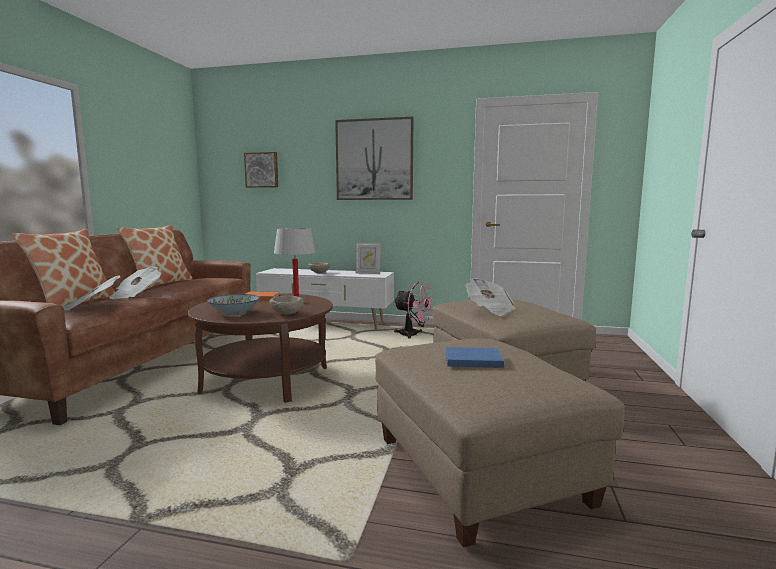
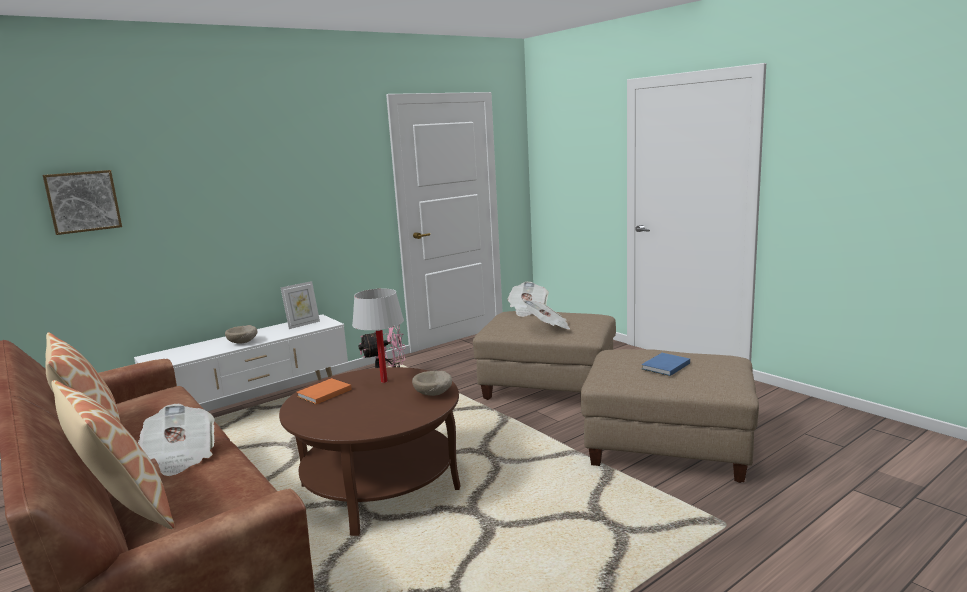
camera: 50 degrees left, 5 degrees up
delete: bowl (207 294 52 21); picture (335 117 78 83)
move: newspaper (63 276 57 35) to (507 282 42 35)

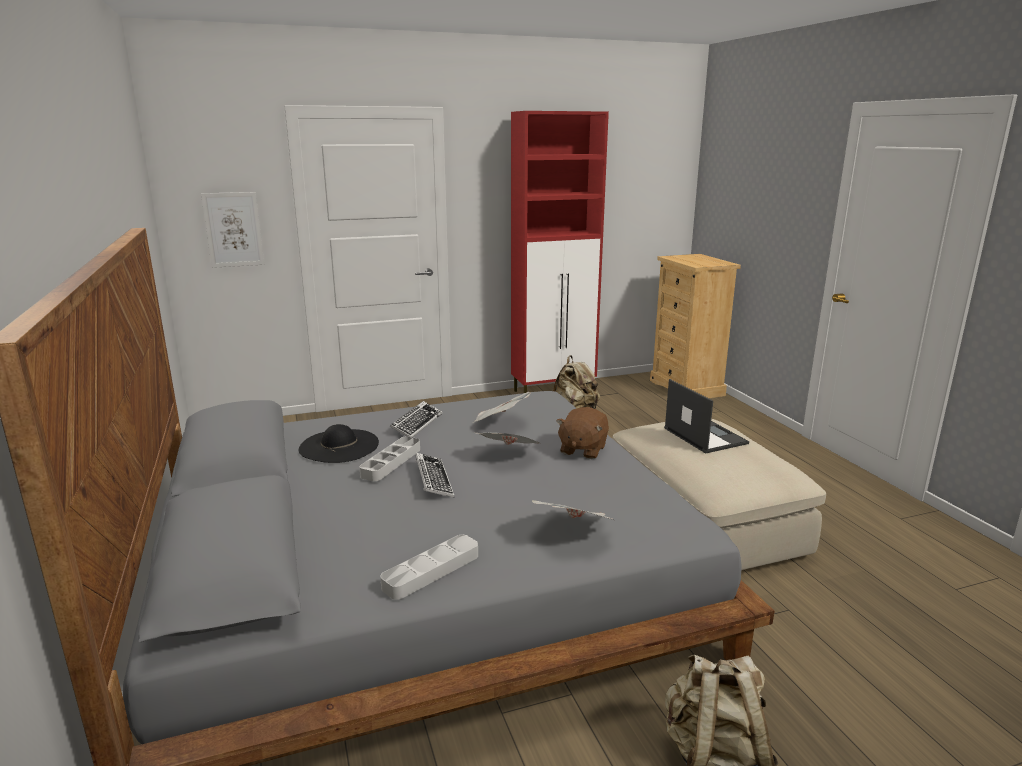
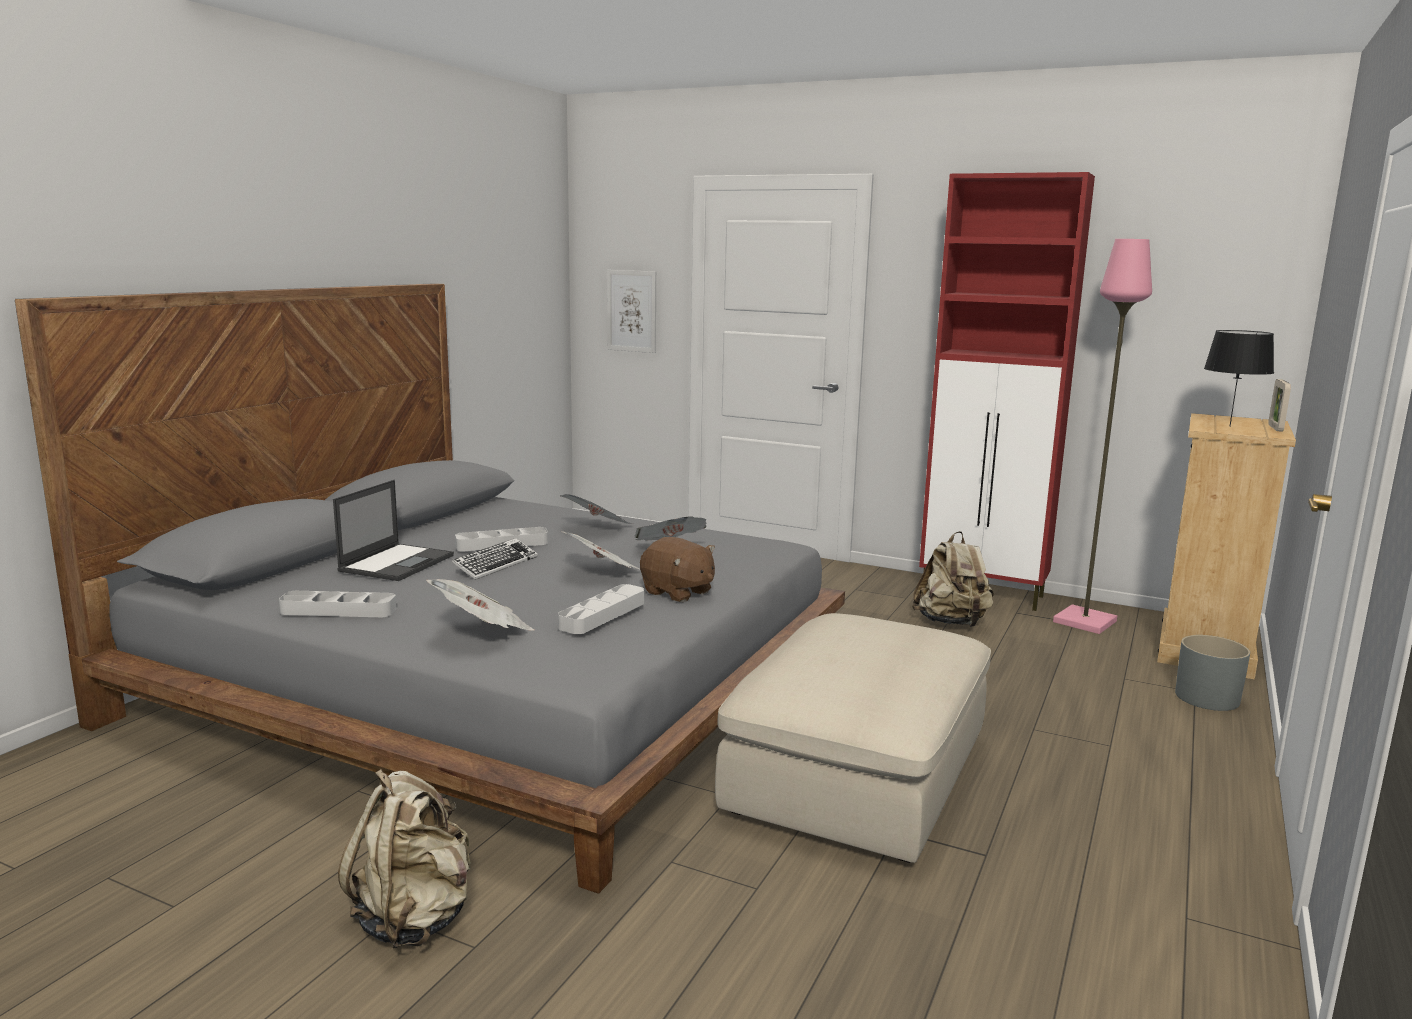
camera: 45 degrees right, 5 degrees down
delete: black hat (299 424 80 39)
insert: grey tray (558 584 87 50); pink floor lamp (1053 239 99 395); grey planter (1175 635 75 76); black table lamp (1204 330 70 97); picture frame (1268 379 23 53)
move: laptop (664 379 85 75) to (333 480 121 101)
replace: keyboard (390 401 52 36) to newspaper (560 494 73 30)
rotate: brown plush toy (556 407 53 52) = (640 537 75 65) 120 degrees counterclockwise

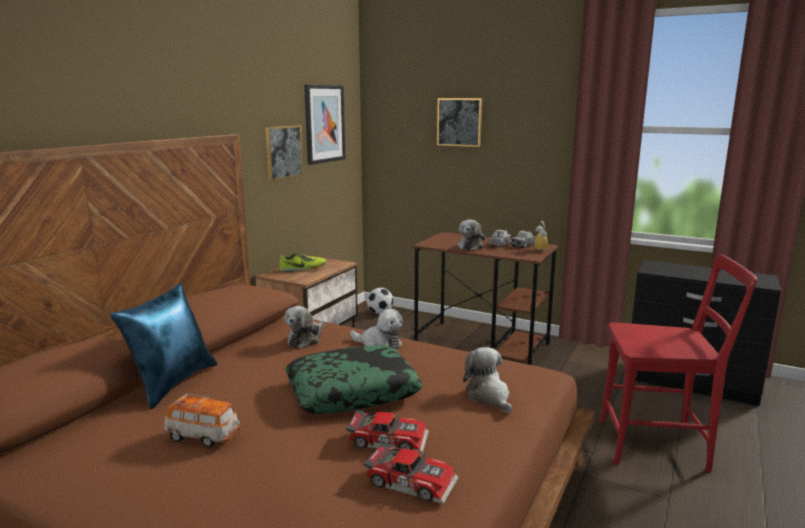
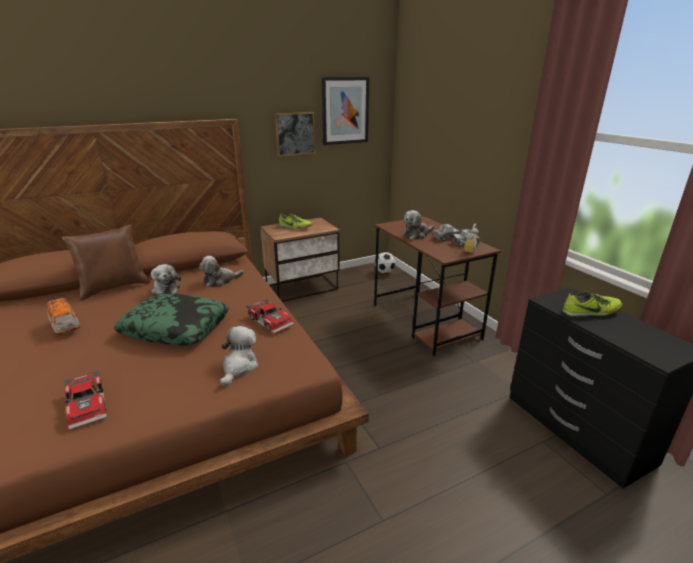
camera: 35 degrees right, 10 degrees up
delete: picture (437 98 45 49); red chair (599 255 158 217)
insert: shoe (562 291 60 26)
move: plush toy (350 309 53 41) to (151 264 30 30); toy car (346 409 83 45) to (246 299 48 34)
recolor: blue pillow (110 283 107 126) to brown pillow (62 224 88 76)

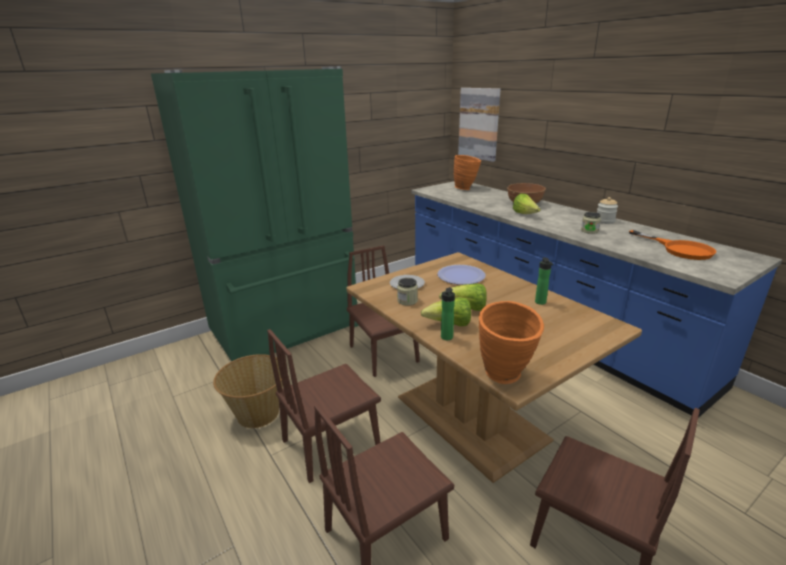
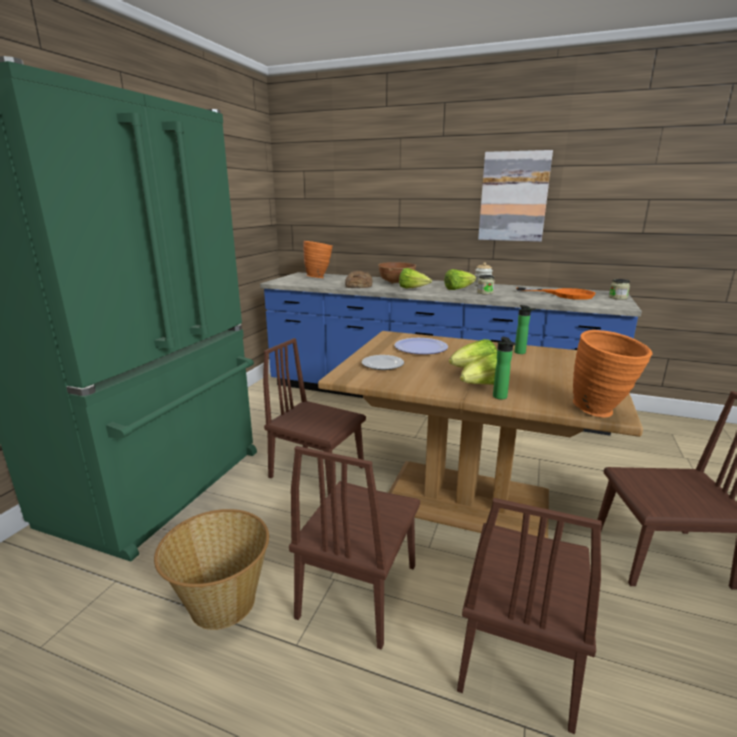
camera: 35 degrees left, 5 degrees down
insert: bread (345 271 28 17); lettuce (444 269 32 21)
move: picture (458 88 43 74) to (478 150 75 92); jar (397 278 21 28) to (609 279 21 21)

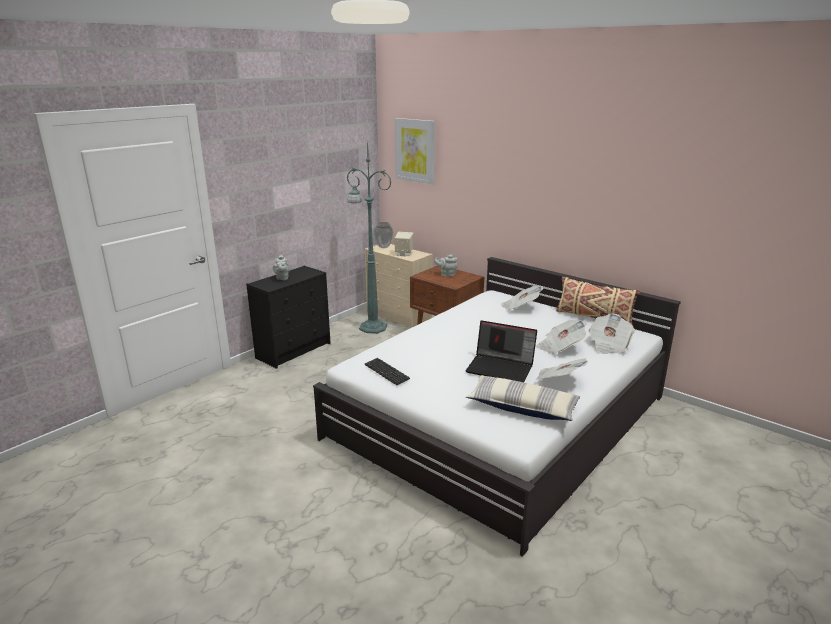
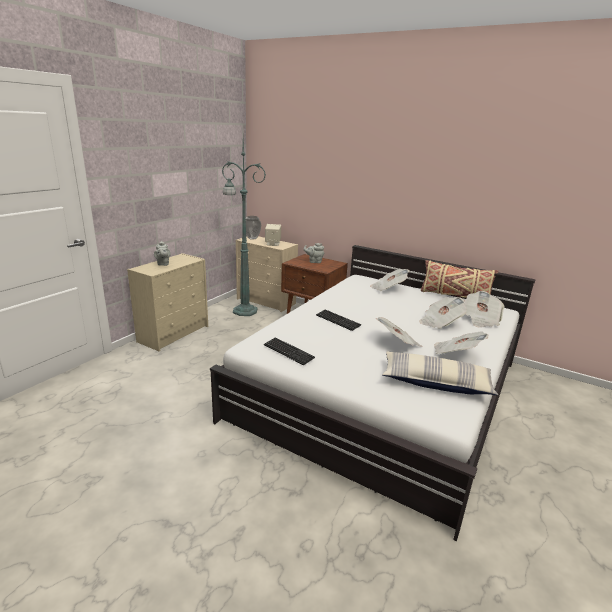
camera: 10 degrees left, 0 degrees up
delete: picture (395 118 40 66)
insert: keyboard (316 310 45 21)
replace: laptop (466 320 71 62) to newspaper (376 317 47 30)
recolor: black dresser (246 266 85 103) to beige dresser (127 253 81 98)

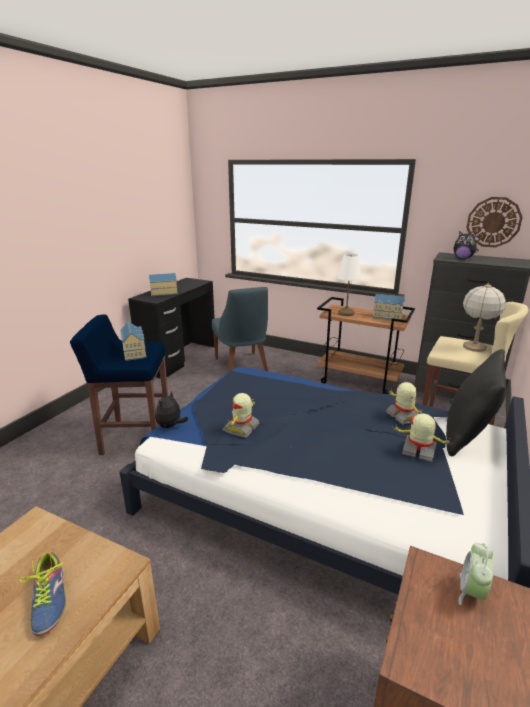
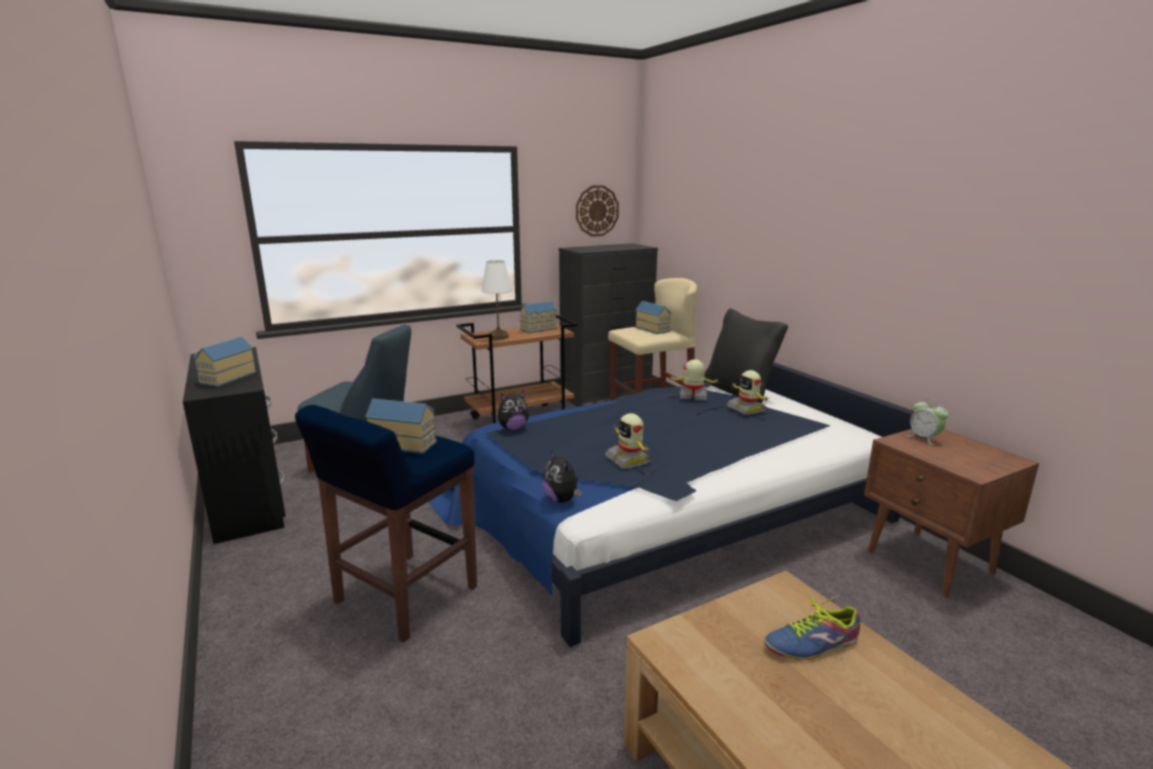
camera: 55 degrees left, 5 degrees down
move: plush toy (454 231 25 28) to (498 391 31 40)
replace: table lamp (463 283 43 69) to toy house (635 301 37 33)
rotate: toy robot (392 413 58 49) = (727 370 42 45) 90 degrees counterclockwise; shoe (19 552 47 84) = (764 595 96 65) 150 degrees clockwise

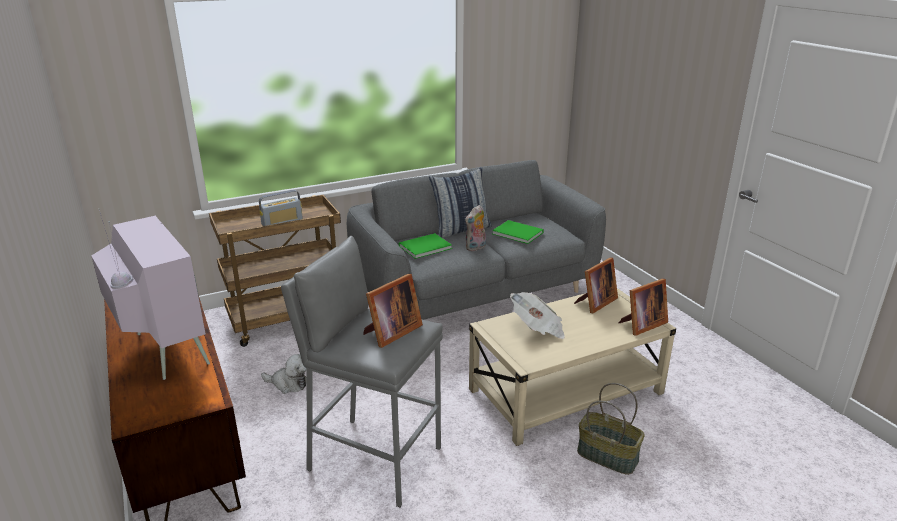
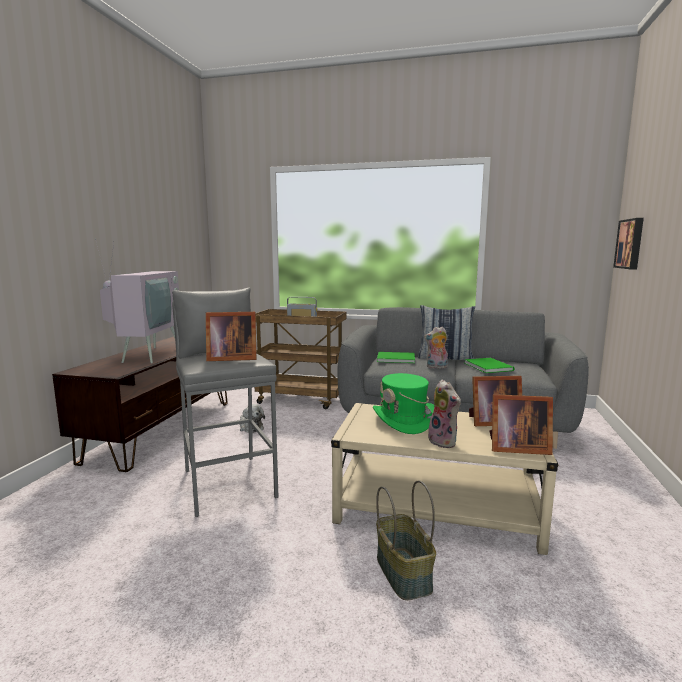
camera: 40 degrees right, 15 degrees down
insert: plush toy (428 379 33 69); picture (613 218 31 51)
replace: newspaper (510 292 55 47) to green hat (373 373 61 61)

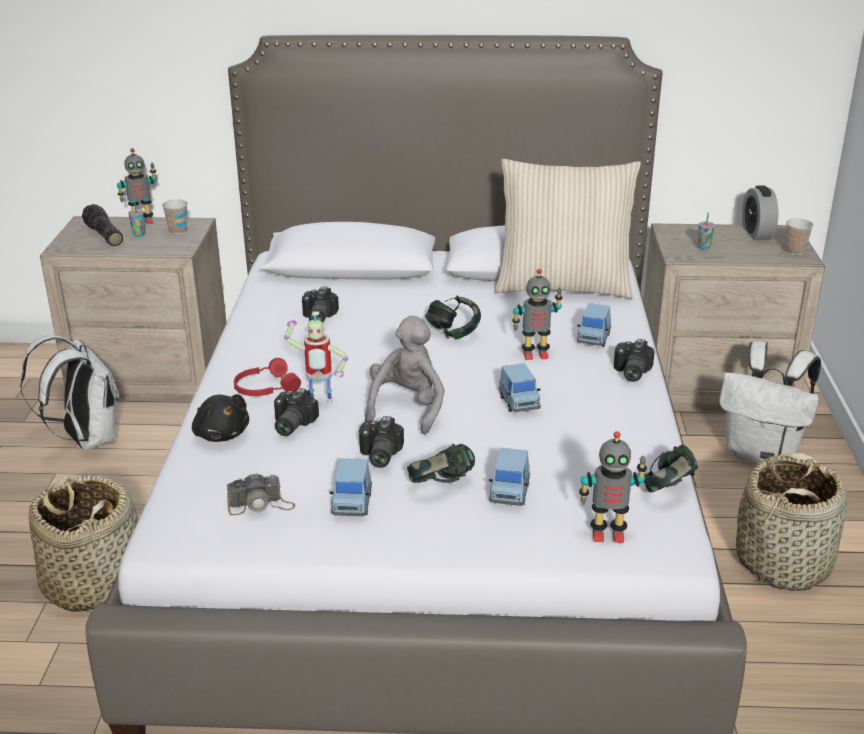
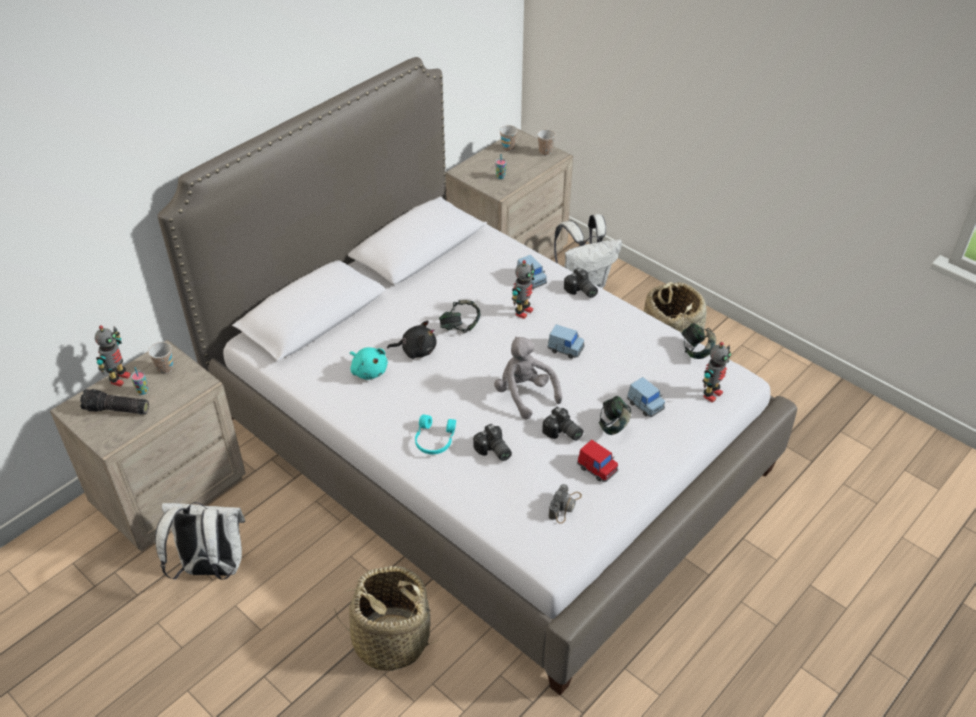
camera: 50 degrees left, 15 degrees up
delete: toy robot (284 311 64 92); beige pillow (495 159 146 140)
move: black plush toy (192 394 57 48) to (387 321 49 38)
replace: photo camera (302 286 37 37) to turquoise plush toy (350 347 38 33); alarm clock (742 185 36 55) to cup (500 125 18 26)
recolor: red headphones (234 358 67 38) to turquoise headphones (415 414 41 40); blue toy car (330 459 42 57) to red toy car (577 440 41 42)

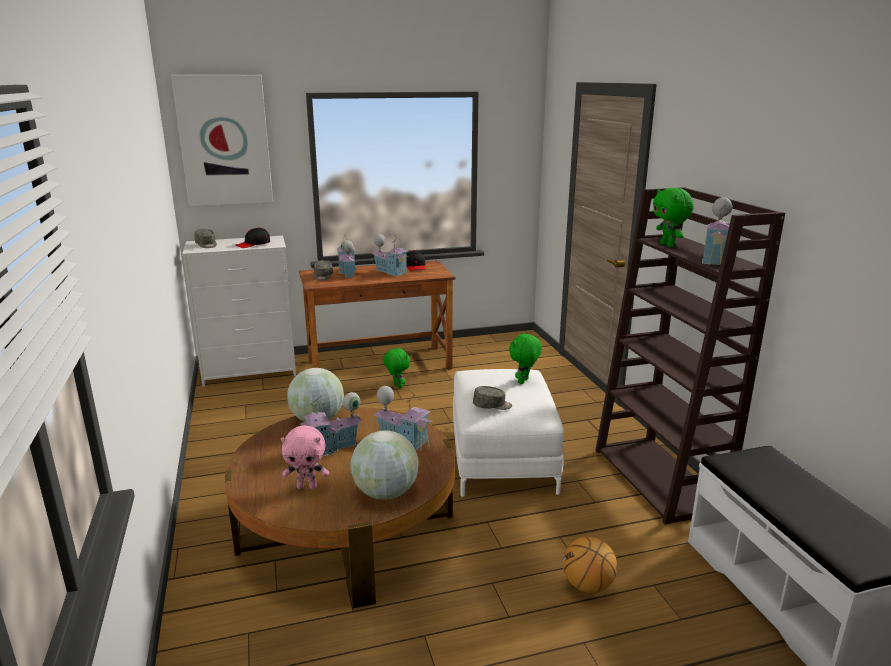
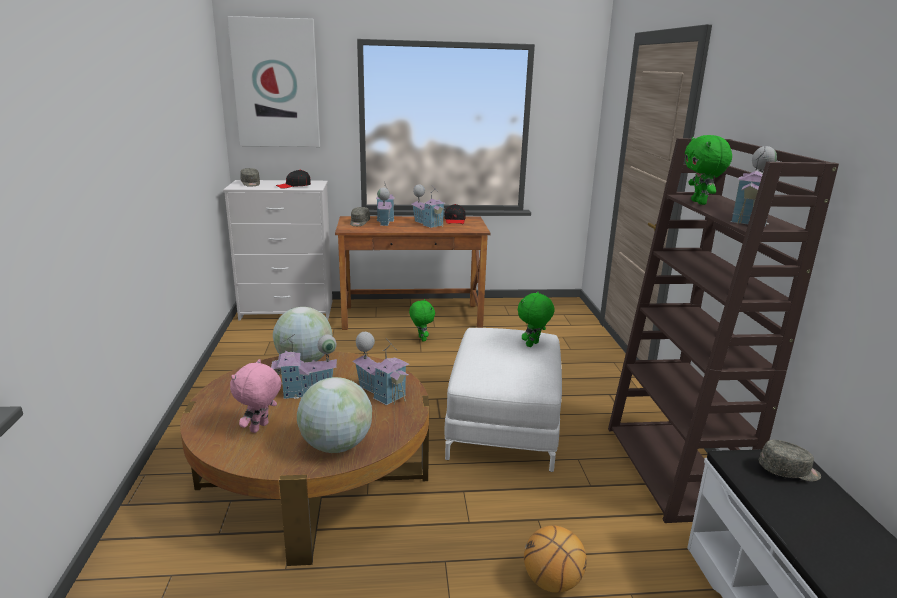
camera: 10 degrees right, 0 degrees up
move: grey cap (473 386 39 24) to (759 440 62 41)
rotate: pink plush toy (281 425 48 64) = (230 359 52 74) 105 degrees clockwise

